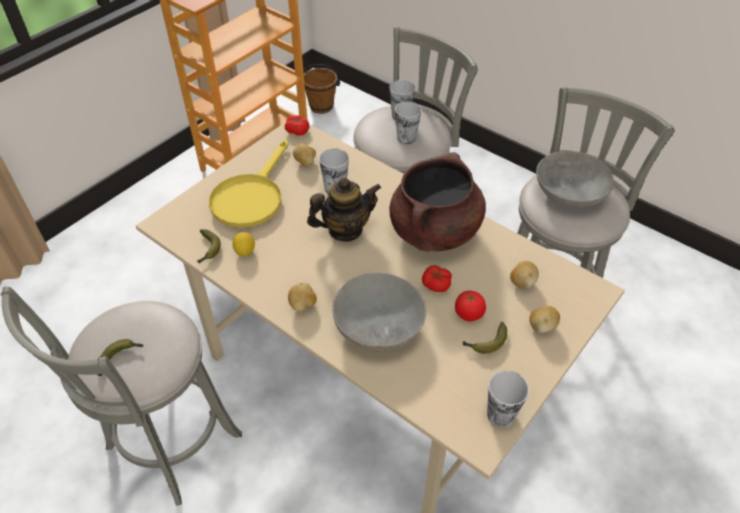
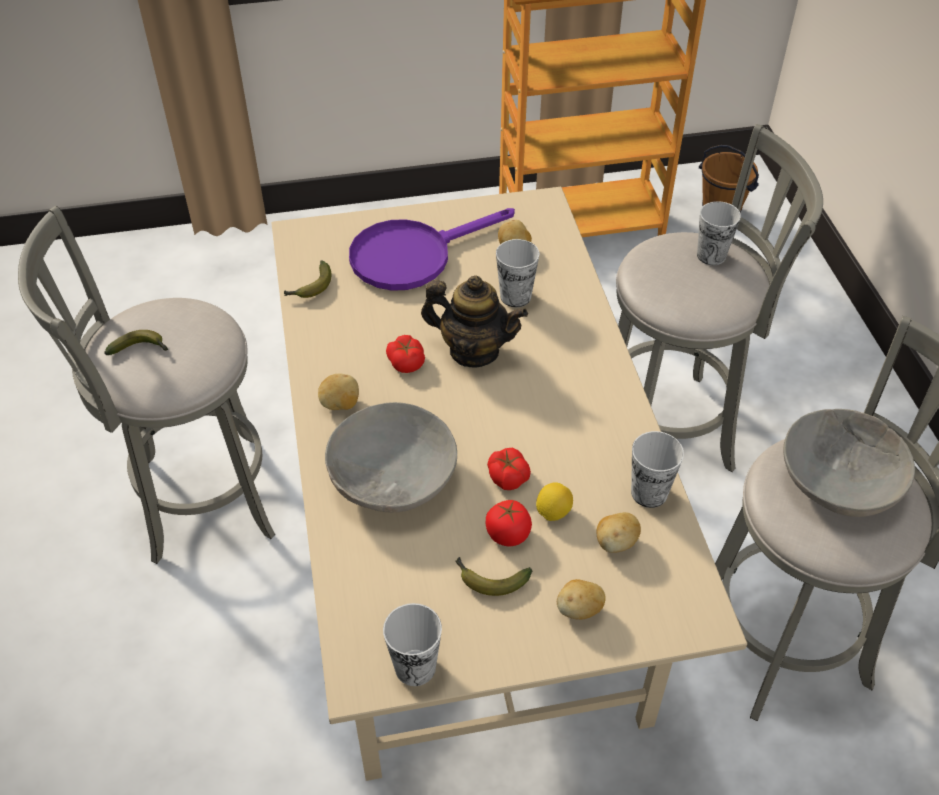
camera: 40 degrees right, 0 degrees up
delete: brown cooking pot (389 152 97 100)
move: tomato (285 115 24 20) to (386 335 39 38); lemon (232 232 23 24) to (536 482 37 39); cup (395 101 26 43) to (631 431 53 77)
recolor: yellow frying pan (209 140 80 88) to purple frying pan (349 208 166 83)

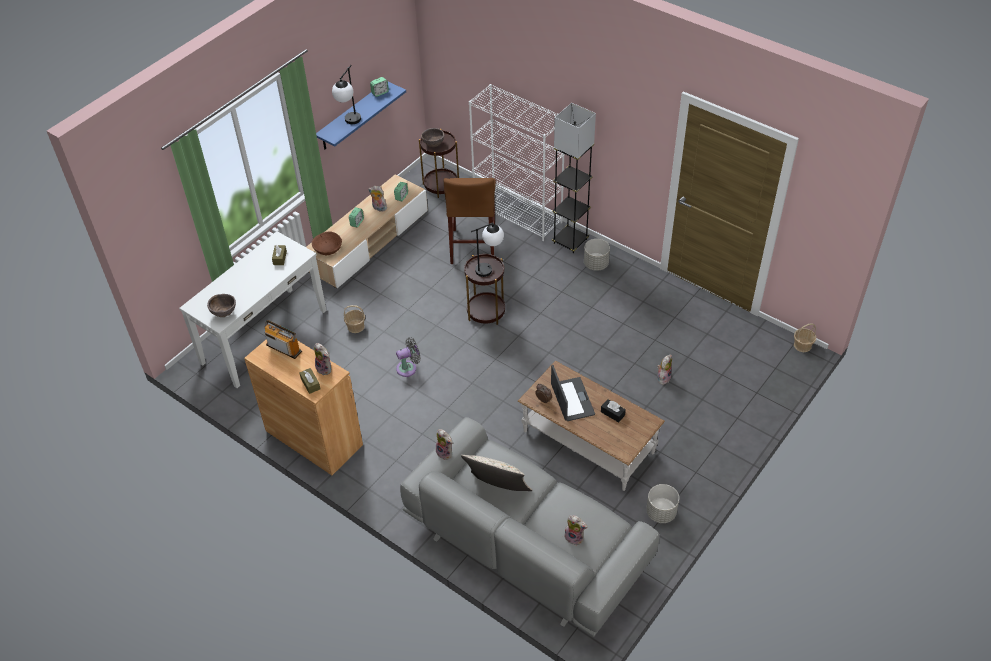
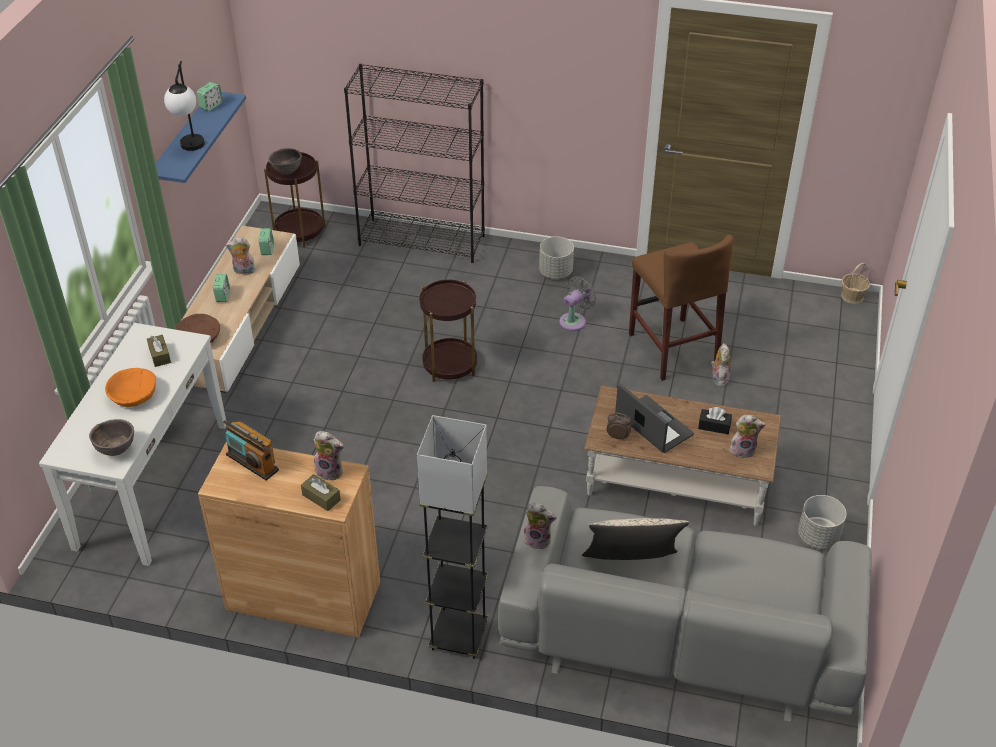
camera: 25 degrees left, 5 degrees down
delete: basket (344 305 21 28); table lamp (471 222 33 55)
insert: orange bowl (105 368 51 39)
move: grey floor lamp (552 103 44 150) to (417 415 71 244); grey fan (396 337 25 40) to (559 276 38 55); brown stool (443 178 53 86) to (629 234 104 147); plush toy (564 515 24 31) to (730 415 36 43)
recolor: white bookcase (469 84 96 157) to black bookcase (344 64 141 199)
rotate: radio (265 320 37 39) = (223 420 56 61) 150 degrees counterclockwise

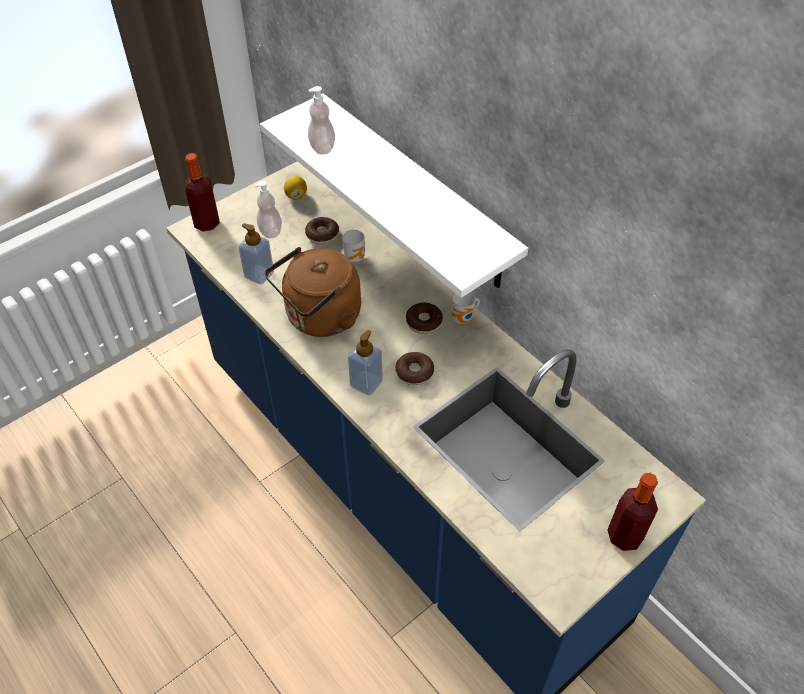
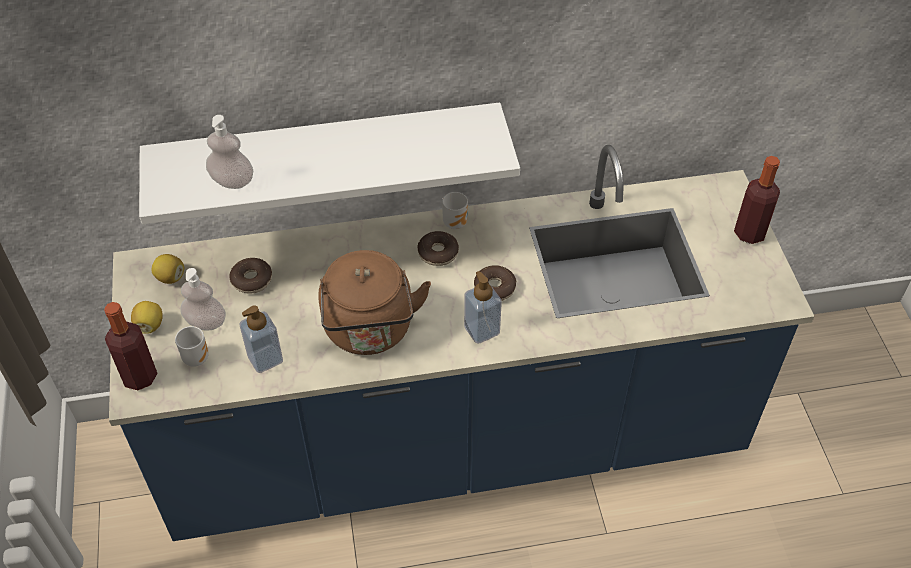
camera: 60 degrees left, 0 degrees up
insert: lemon (131 301 32 33)
move: mug (342 230 23 32) to (175 326 34 41)

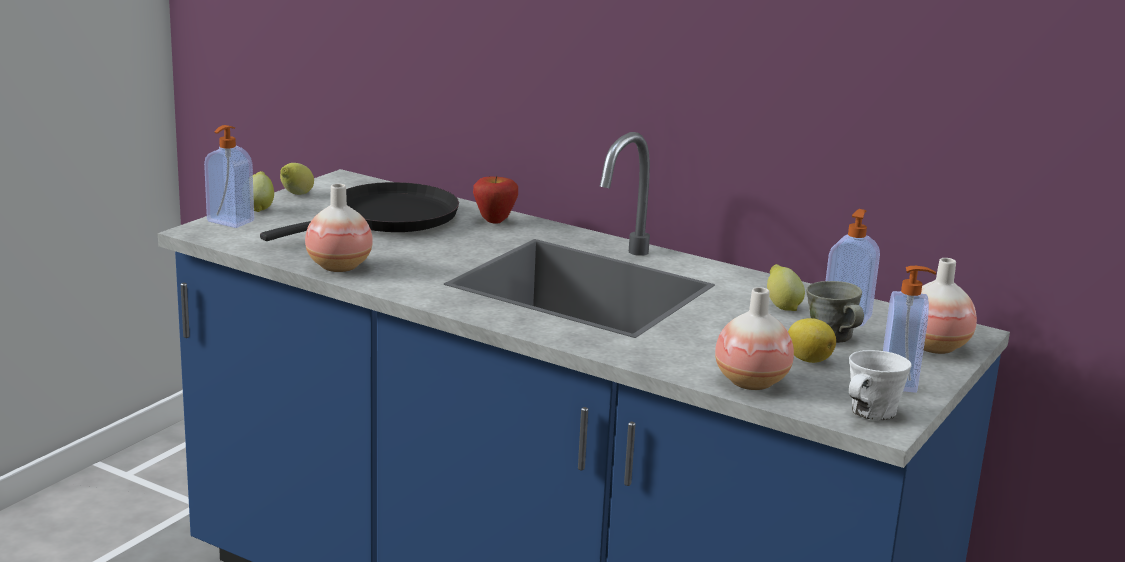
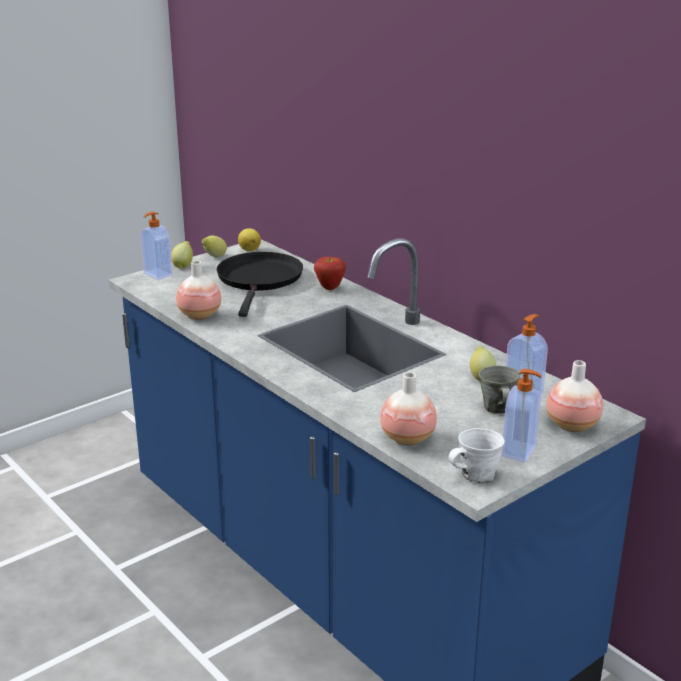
camera: 20 degrees right, 5 degrees up
move: lemon (788 318 48 45) to (238 228 23 23)
rotate: black frying pan (260 182 199 59) = (217 252 86 65) 60 degrees counterclockwise

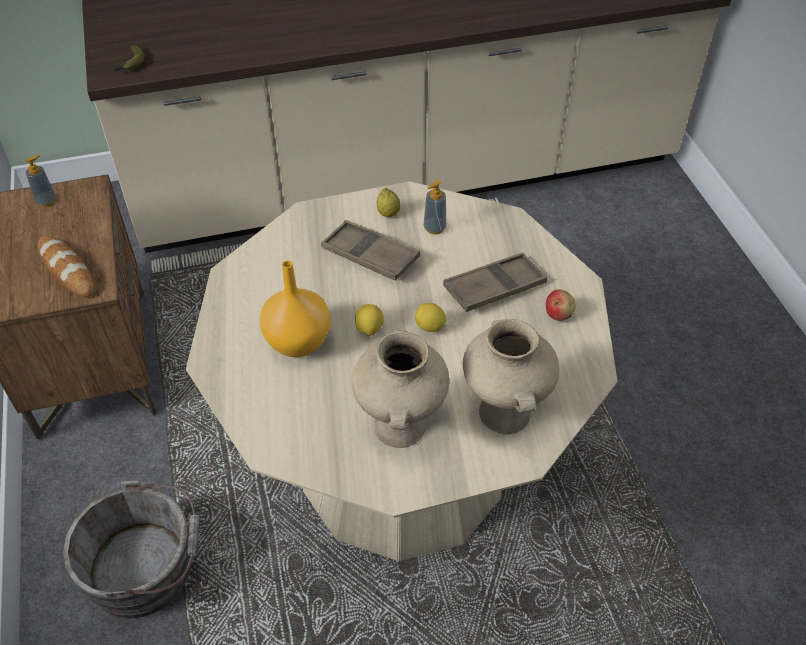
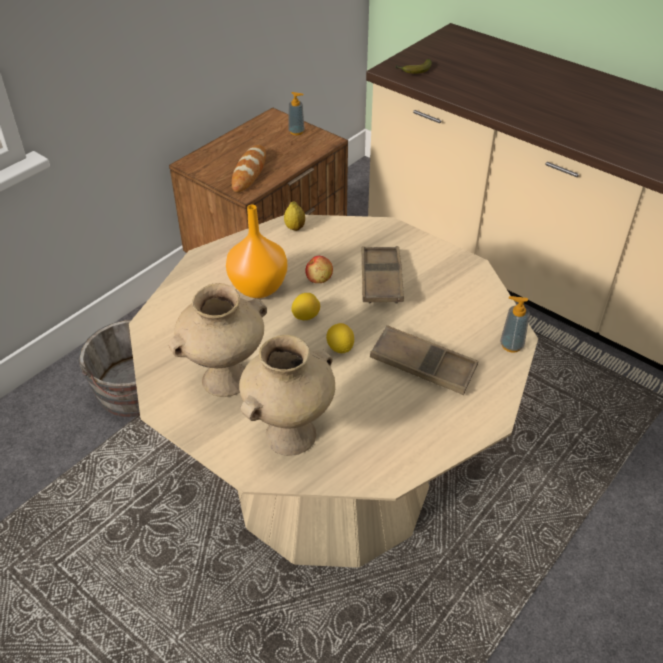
camera: 55 degrees right, 5 degrees down
move: lemon (377 188 23 29) to (284 202 21 29); apple (546 290 30 31) to (305 256 28 27); soap dispenser (424 180 22 55) to (500 296 30 56)

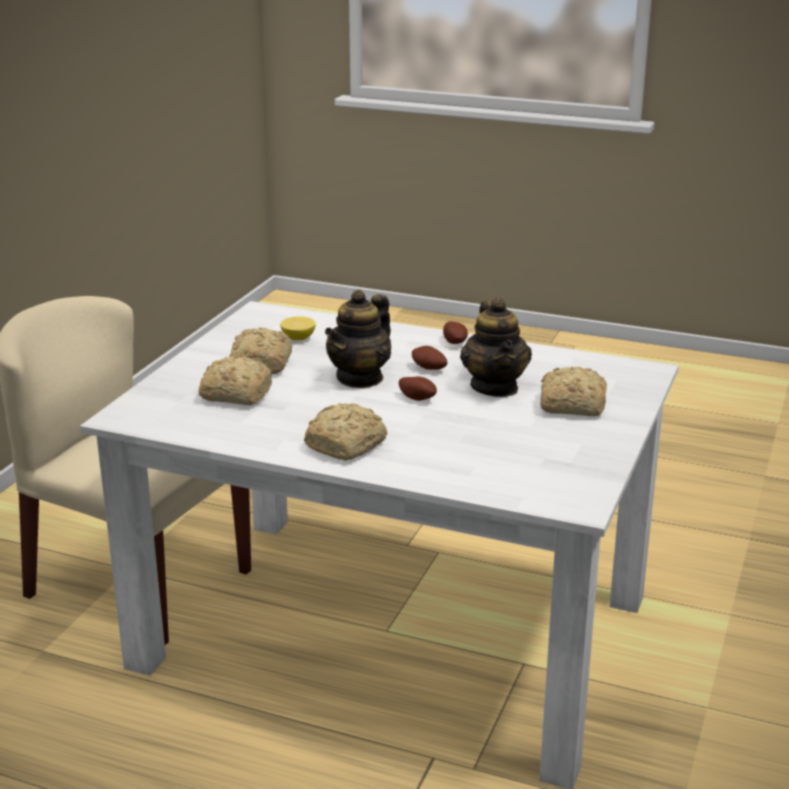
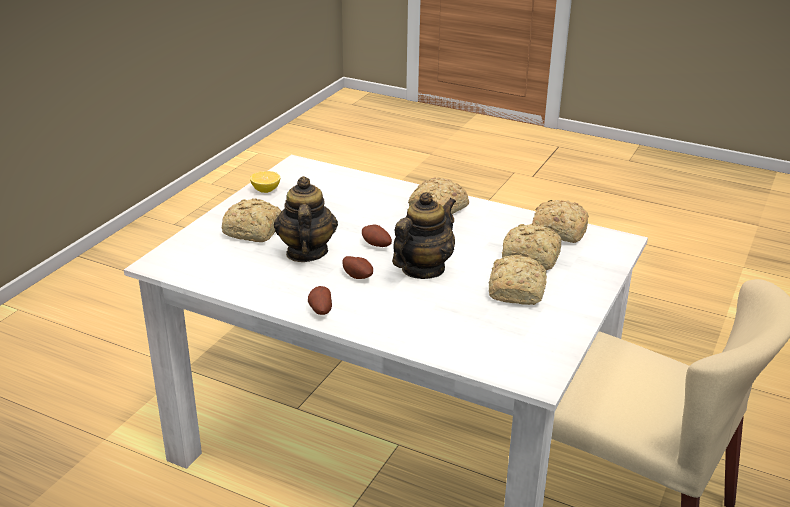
camera: 175 degrees left, 5 degrees up
insert: bread (532 200 57 43)
move: lemon (280 316 36 24) to (250 171 30 22)

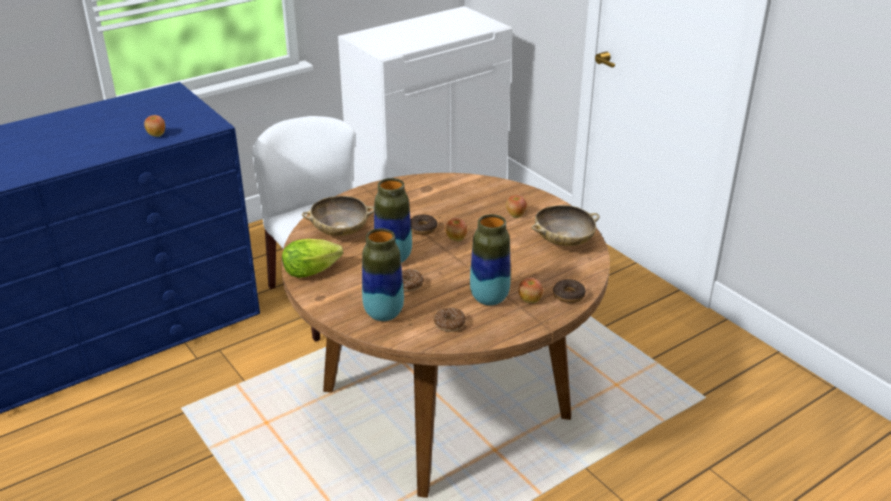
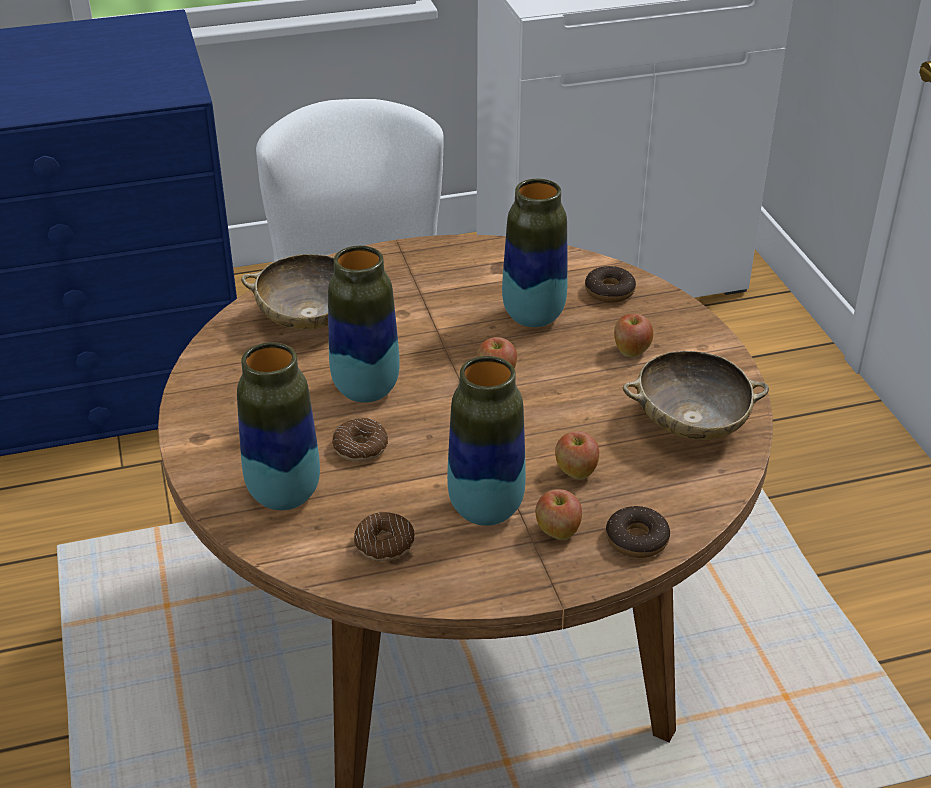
camera: 20 degrees right, 5 degrees up
delete: lettuce (282 239 61 39)
insert: vase (502 179 66 148)
move: apple (144 115 21 22) to (555 431 44 49); donut (411 214 26 21) to (585 266 51 37)

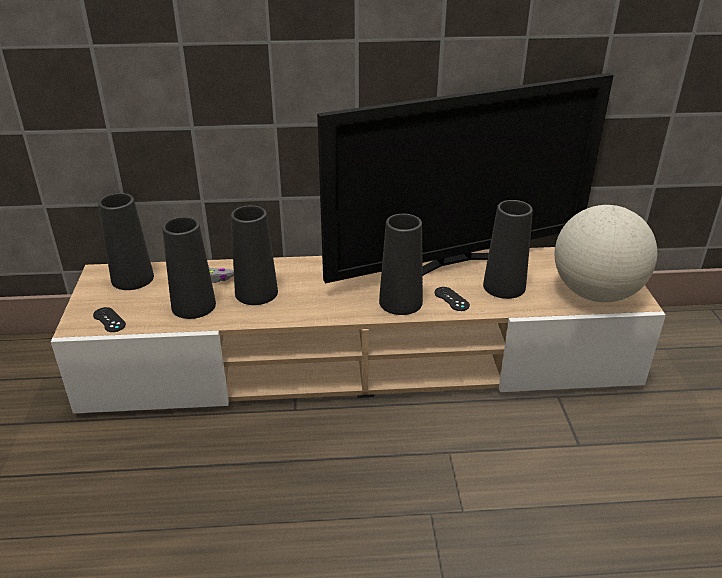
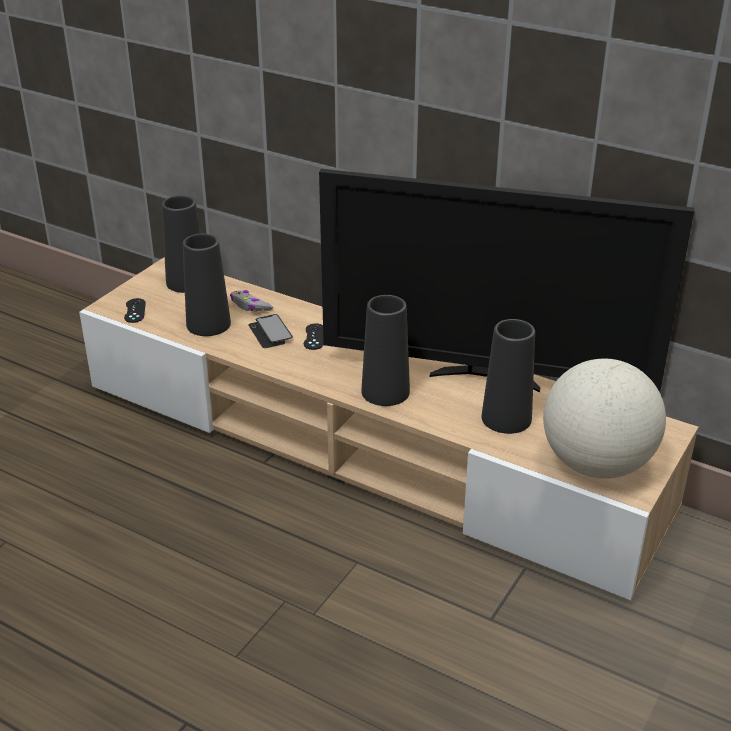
camera: 35 degrees right, 0 degrees up
move: black game controller (434 287 36 24) to (304 323 20 27)
replace: black vase (231 205 47 100) to phone (248 314 45 34)

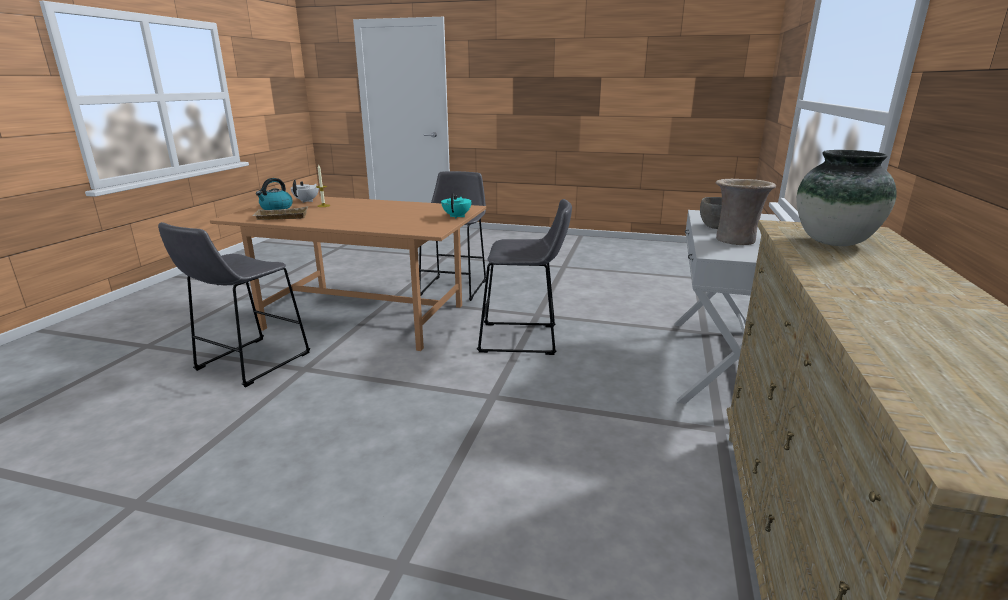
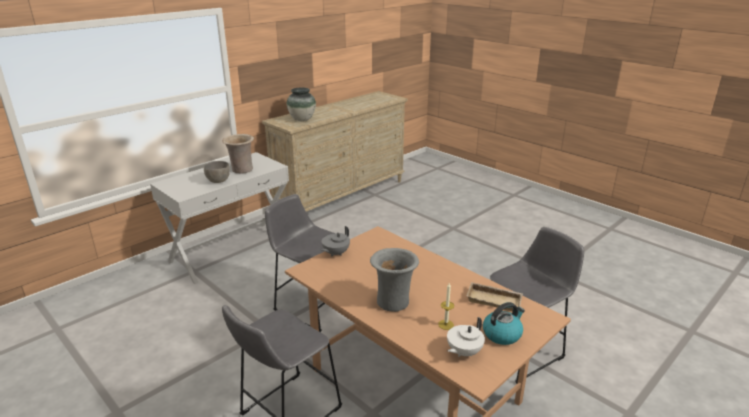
camera: 150 degrees left, 5 degrees up
insert: grey vase (370 248 49 64)
recolor: turquoise teapot (441 193 31 26) to grey teapot (321 226 29 31)

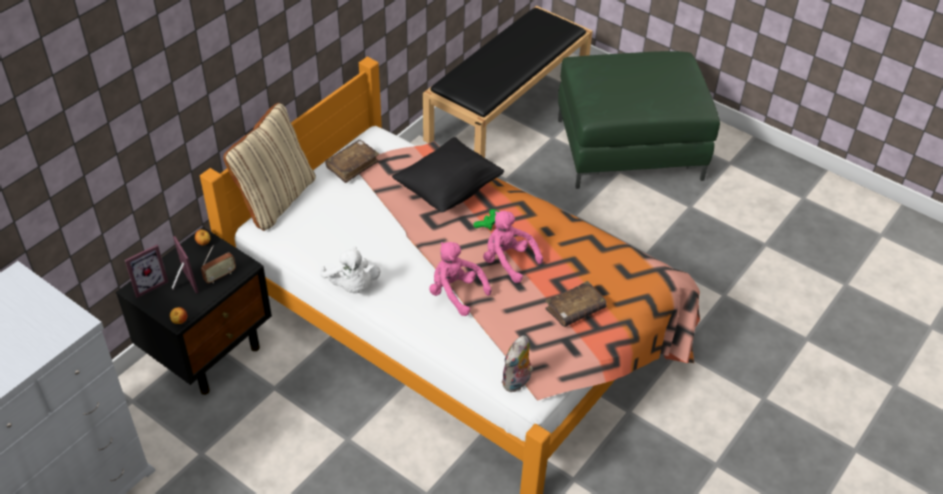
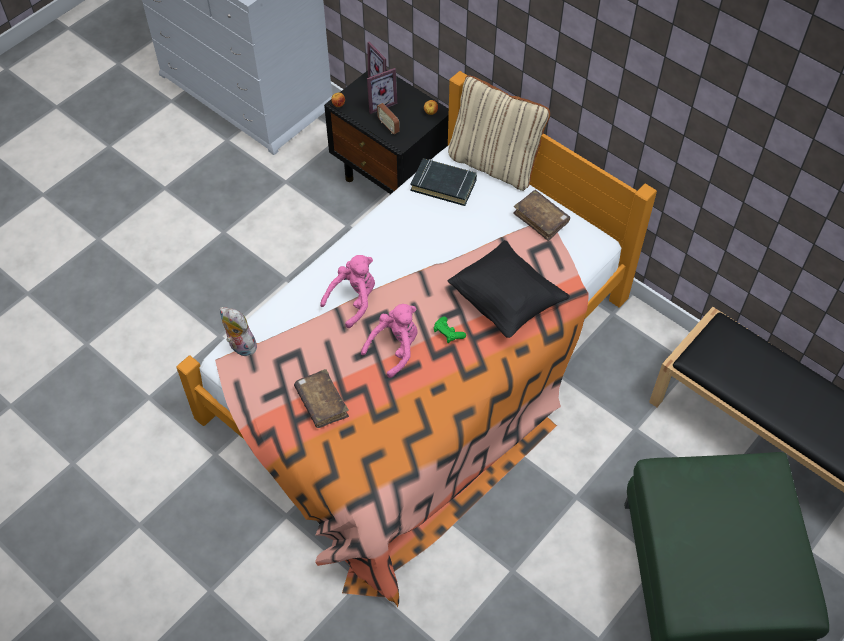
camera: 95 degrees right, 10 degrees up
delete: white plush toy (320 246 61 47)
insert: black book (411 158 66 48)

